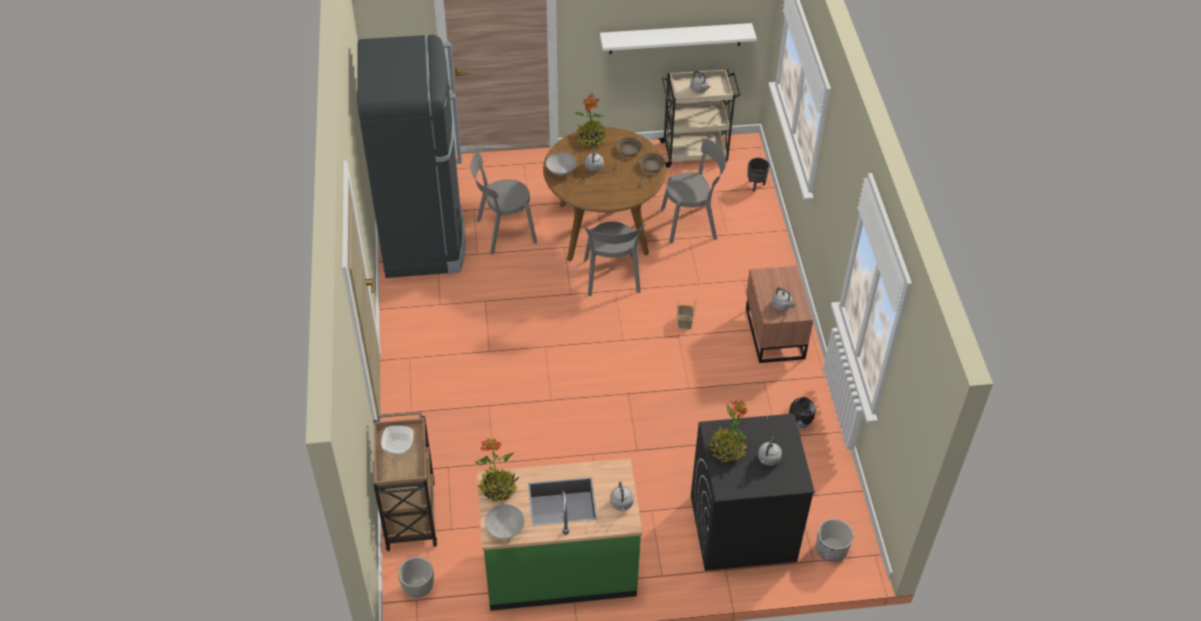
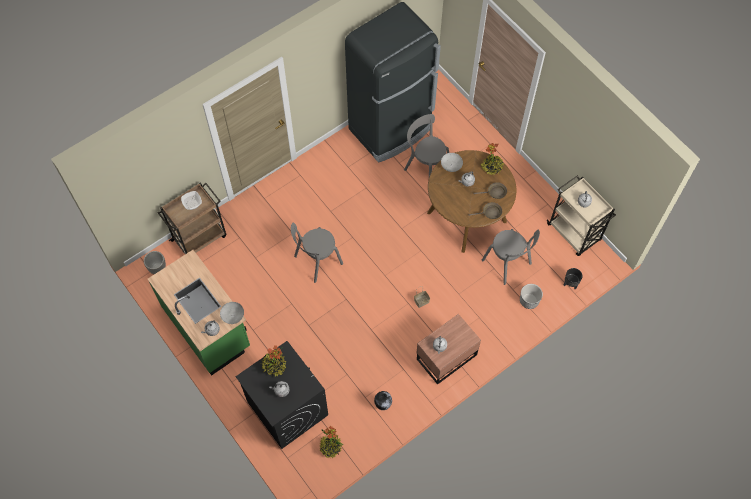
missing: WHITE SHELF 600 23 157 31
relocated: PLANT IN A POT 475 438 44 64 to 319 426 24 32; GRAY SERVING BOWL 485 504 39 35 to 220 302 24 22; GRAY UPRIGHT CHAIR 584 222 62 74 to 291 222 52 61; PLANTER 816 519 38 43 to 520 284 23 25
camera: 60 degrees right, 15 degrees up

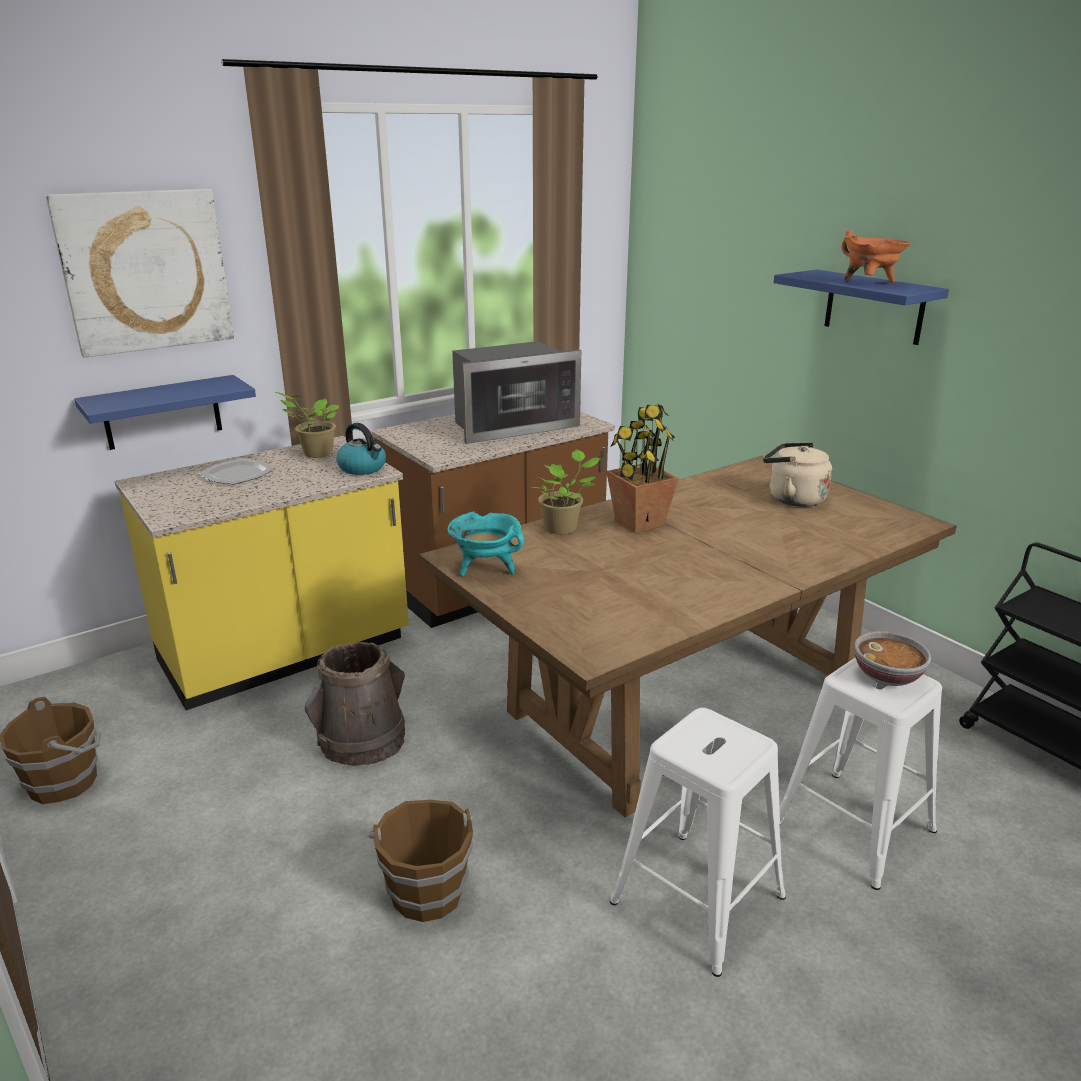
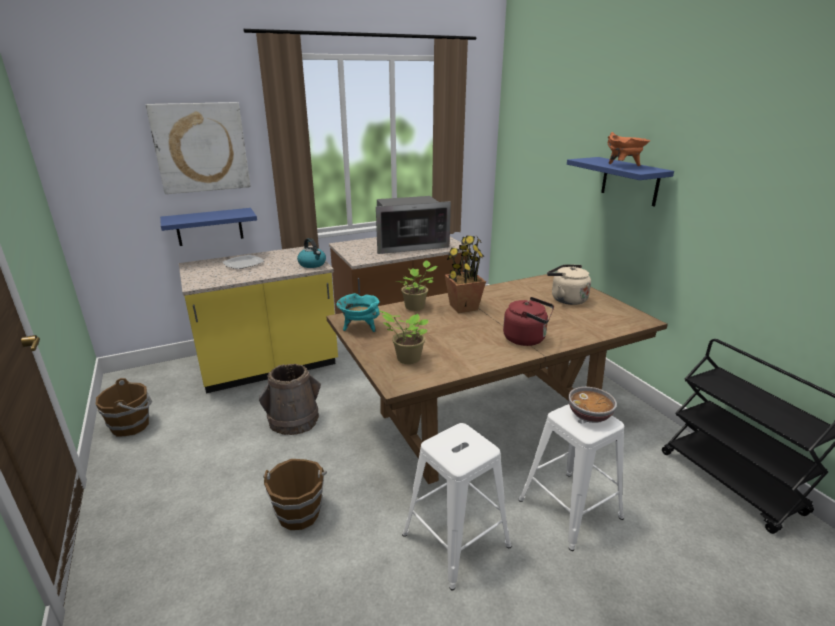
appeared: RED-COLOURED KETTLE 503 297 51 49
relocated: PLANT IN A POT 275 392 64 66 to 379 310 49 54
camera: 10 degrees right, 0 degrees up

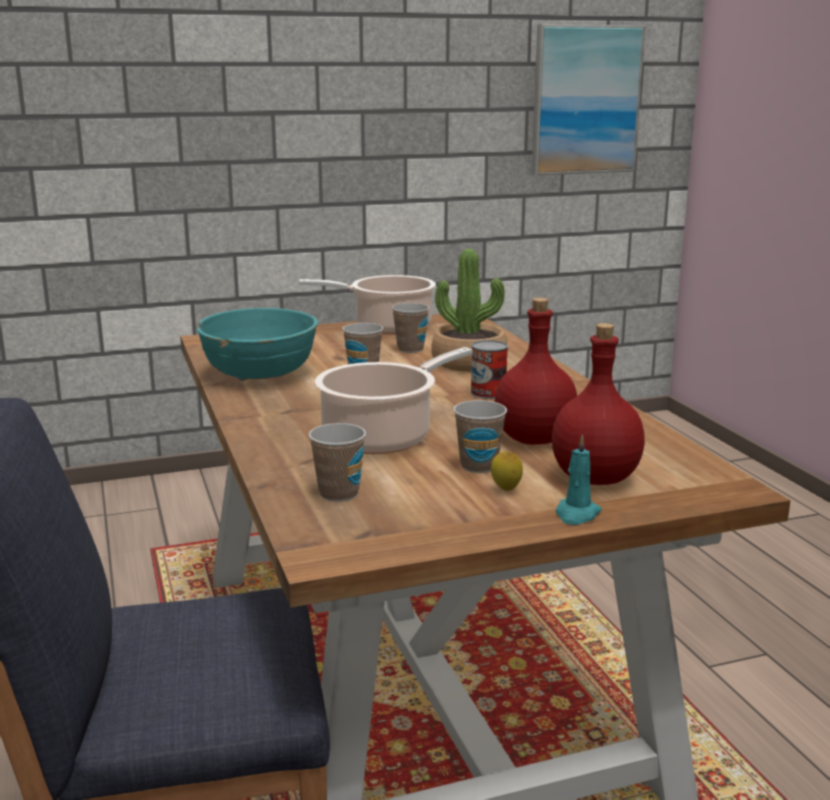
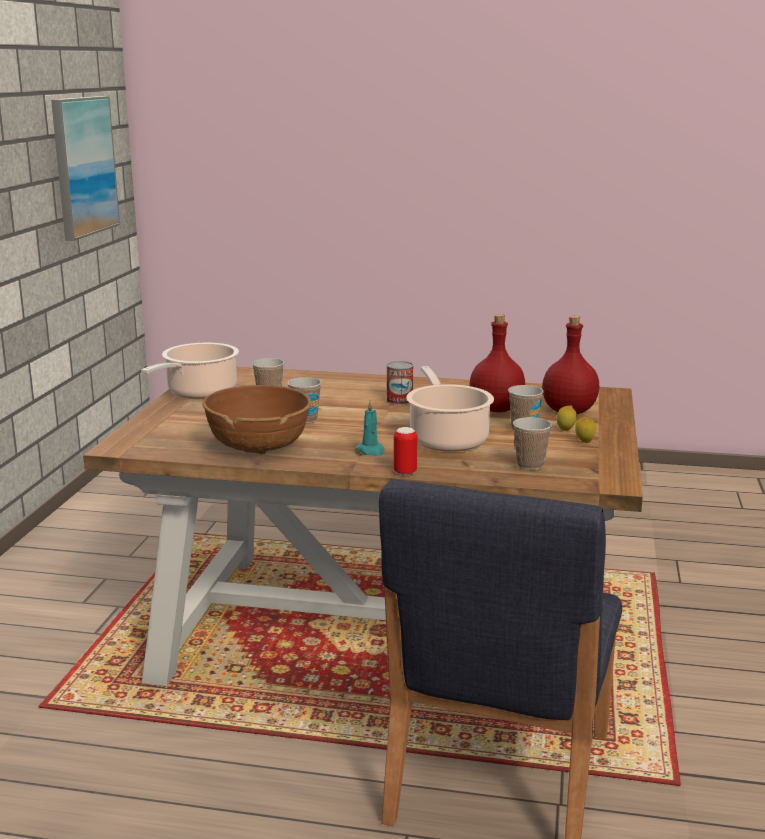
missing: PLANT IN A POT 431 249 77 123
appeared: METAL CAN 394 427 23 48; LEMON 575 417 21 26
relocated: BLUE-GREEN CANDLE 556 434 46 91 to 355 400 29 56
colour: BLUE-GREEN SERVING BOWL 197 308 121 73 to BROWNISH SERVING BOWL 202 385 109 69
camera: 60 degrees left, 0 degrees up

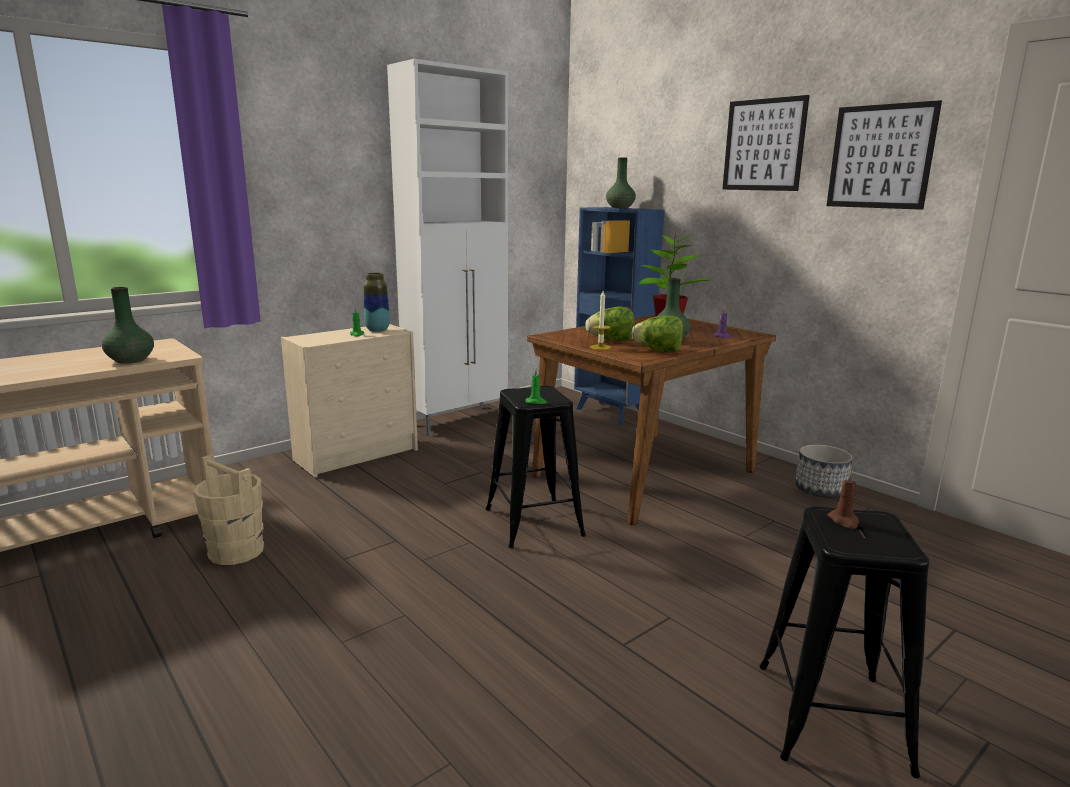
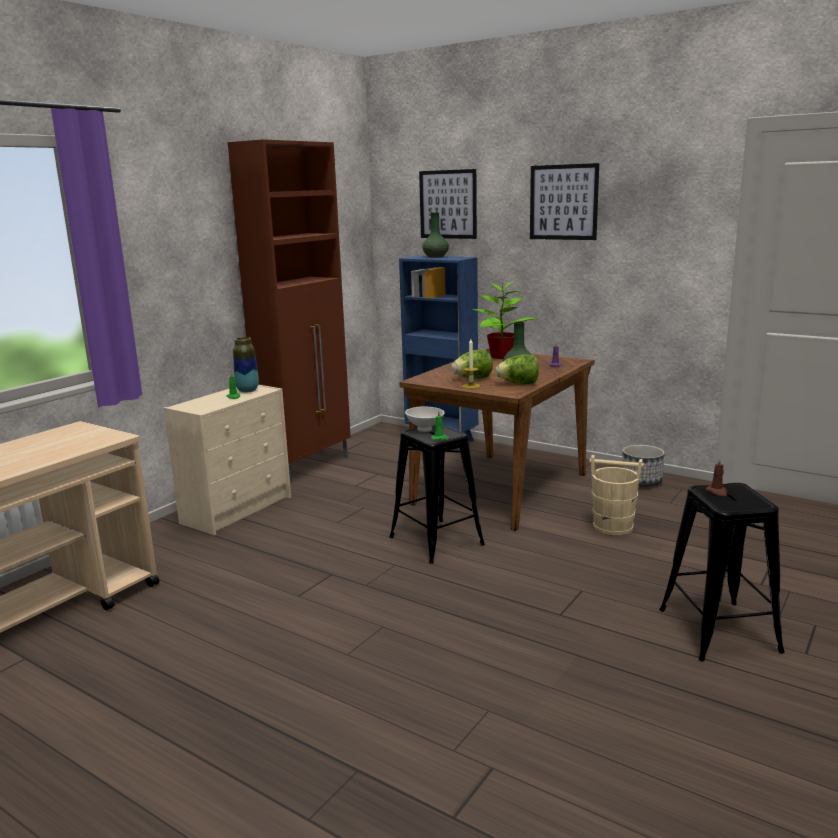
missing: GREEN-COLOURED DECORATIVE VASE 102 287 52 77
appeared: WHITE SERVING BOWL 405 407 40 25
relocated: SAND-COLOURED PAIL 193 454 71 111 to 589 455 55 80; WALL PICTURE 826 100 116 110 to 419 169 58 70
colour: WHITE STORAGE CABINET 387 59 121 376 to BROWNISH STORAGE CABINET 228 139 123 344
camera: 15 degrees left, 0 degrees up

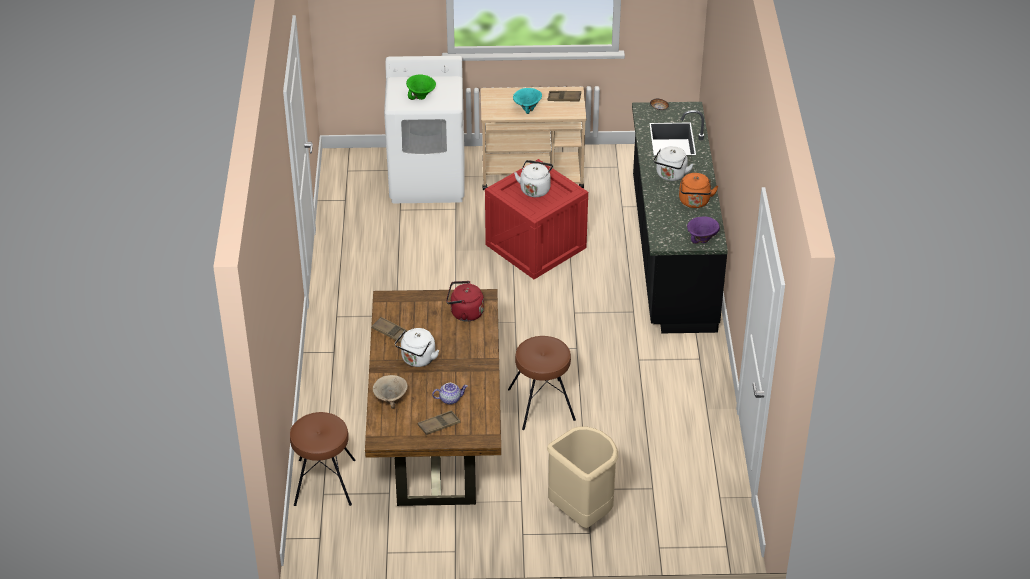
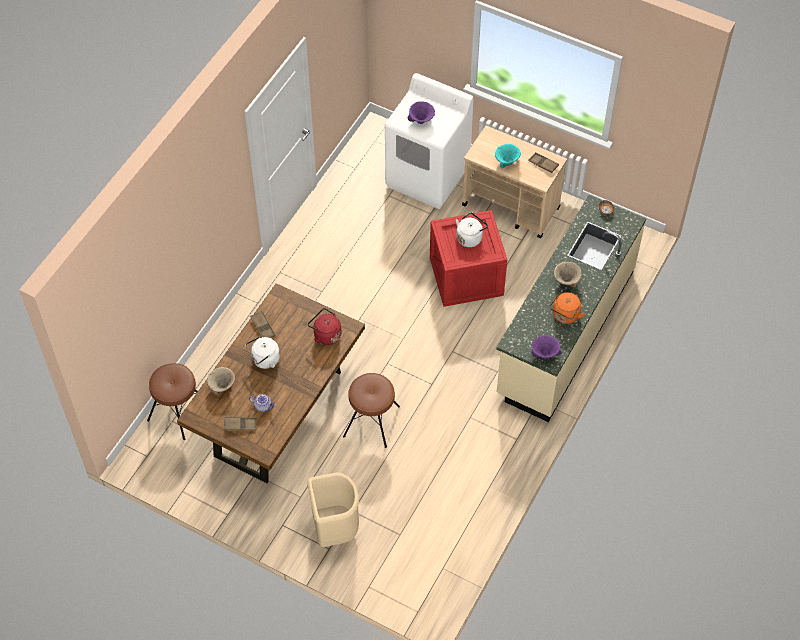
exchanged: WHITE KETTLE 653 146 40 35 to SAND-COLOURED SERVING BOWL 554 262 28 26
colour: GREEN-COLOURED SERVING BOWL 406 74 30 26 to PURPLE-COLOURED SERVING BOWL 408 101 27 23; BLACKISH KITCHEN BASE UNIT 632 102 96 231 to SAND-COLOURED KITCHEN BASE UNIT 496 195 150 227
camera: 30 degrees right, 15 degrees up

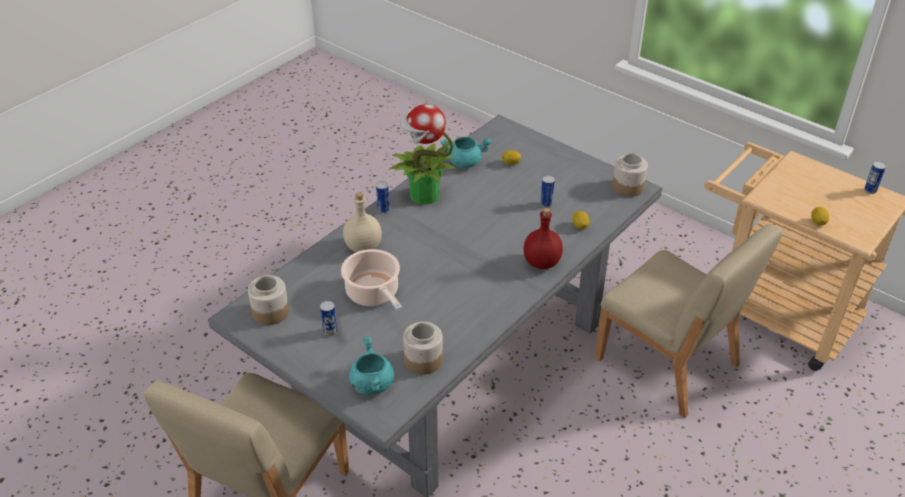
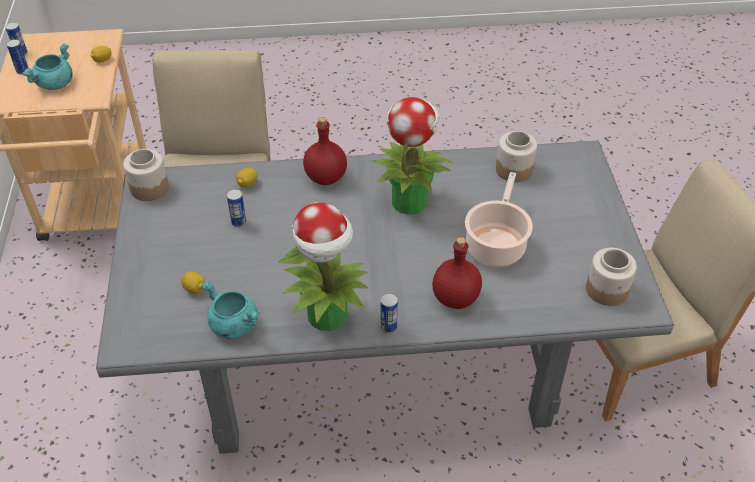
appeared: PLANT IN A POT 372 97 80 118
relocated: METAL CAN 320 301 17 35 to 6 39 23 36; BLUE-GREEN COOKING POT 349 337 45 58 to 22 43 51 47
colour: SAND-COLOURED DRINK BOTTLE 343 192 39 60 to RED-COLOURED DRINK BOTTLE 432 237 50 72
camera: 135 degrees left, 5 degrees up

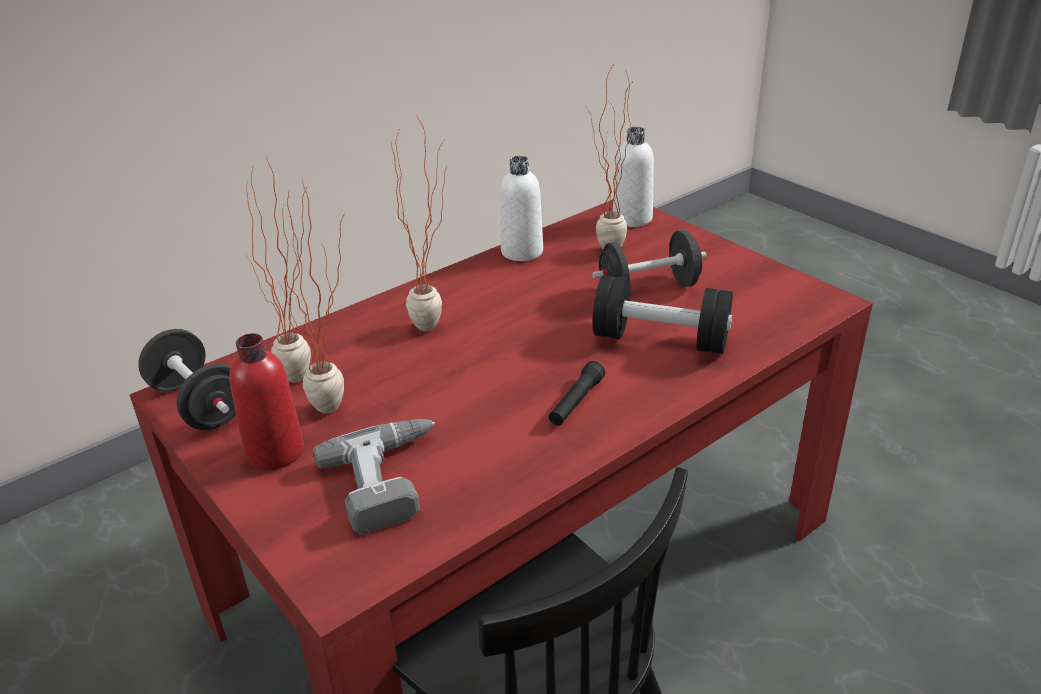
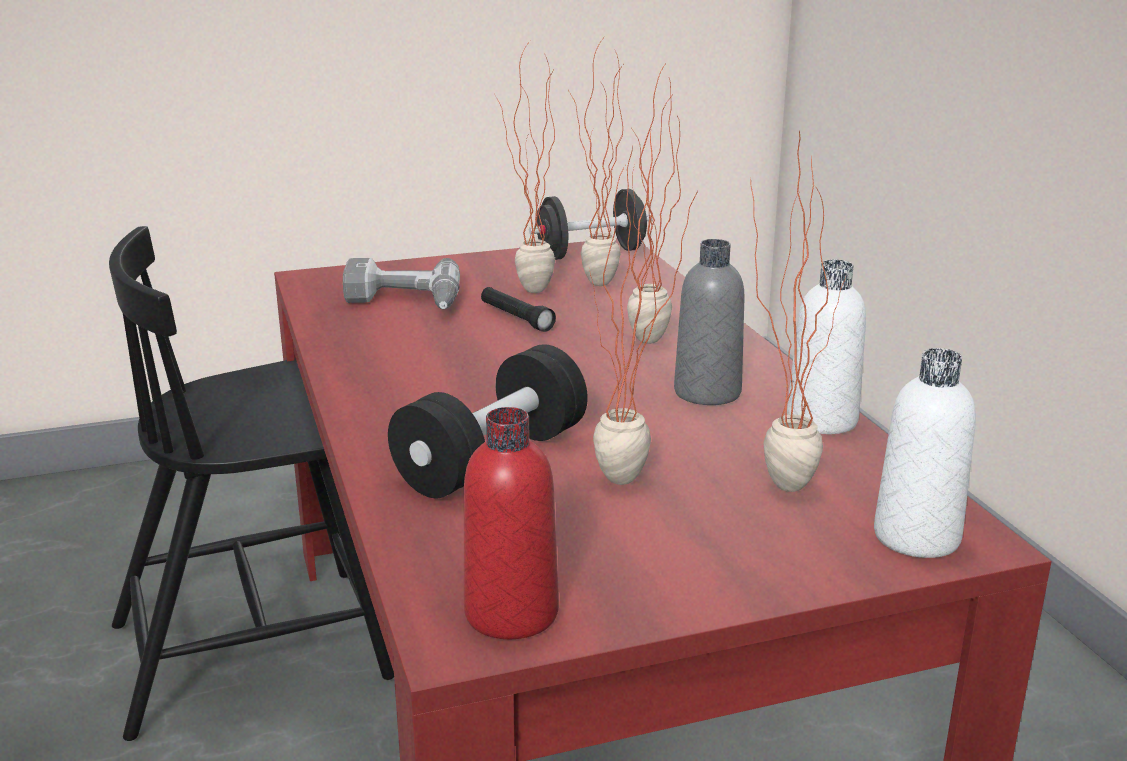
appeared: GRAY DRINK BOTTLE 674 239 71 166
relocated: RED-COLOURED DRINK BOTTLE 229 333 75 137 to 464 407 95 232; BLACKISH FLASHLIGHT 549 361 56 65 to 481 287 75 45
exchanged: BLACKISH DUMBBELL 592 230 115 57 to PLANT IN A POT 590 132 108 353
camera: 110 degrees right, 10 degrees down

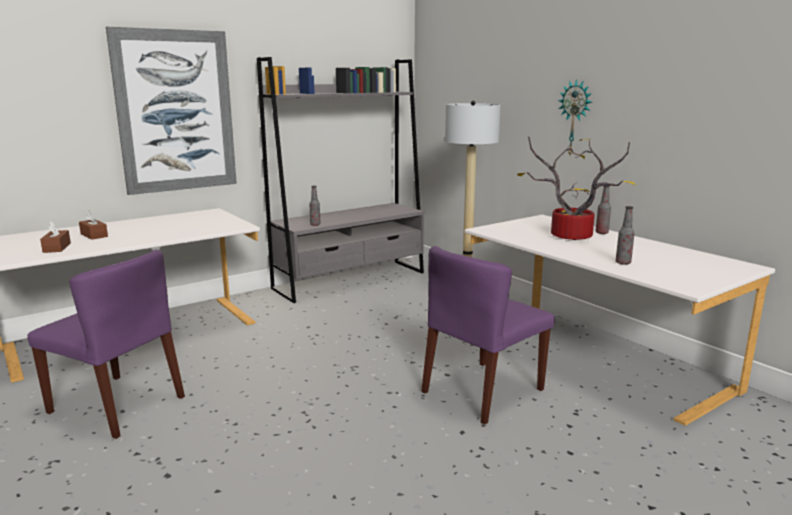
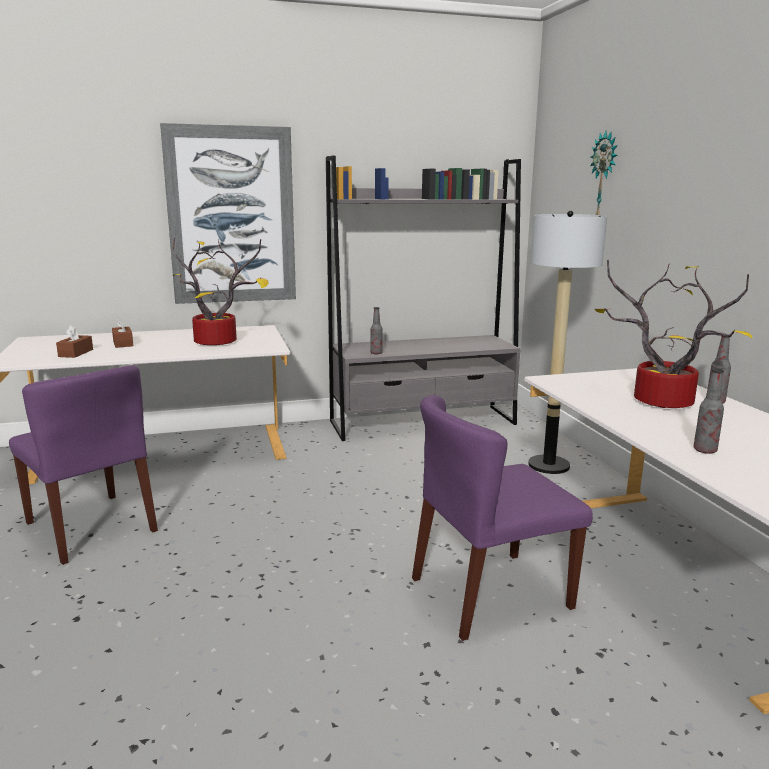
appeared: PLANT IN A POT 172 238 97 107
relocated: WALL CLOCK 558 79 34 77 to 590 131 28 84
camera: 20 degrees right, 0 degrees up

